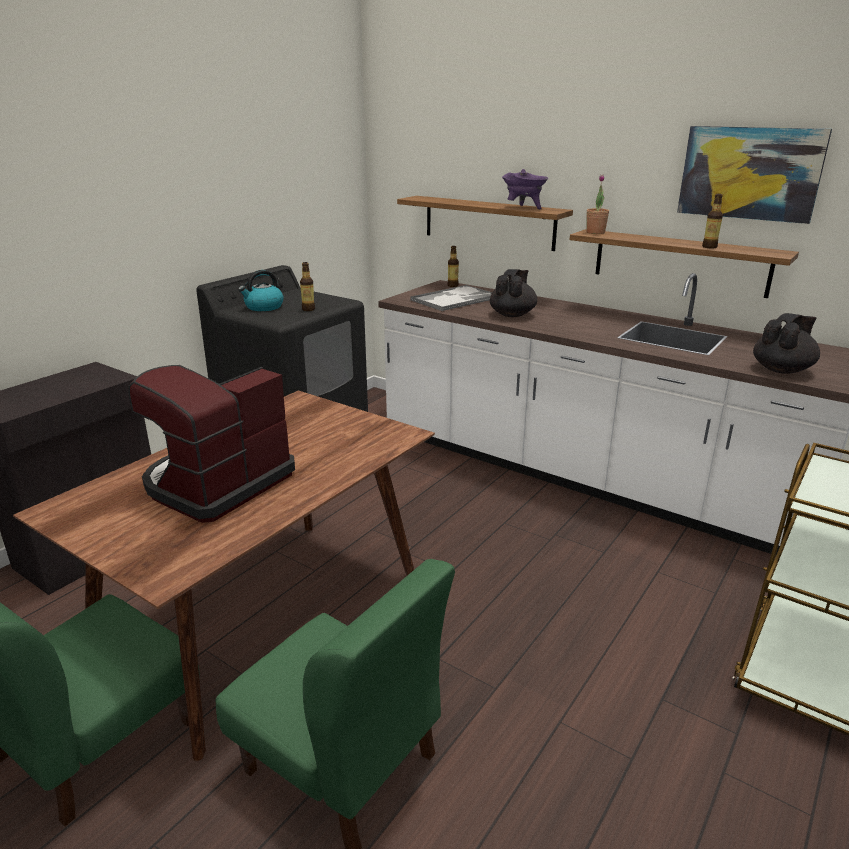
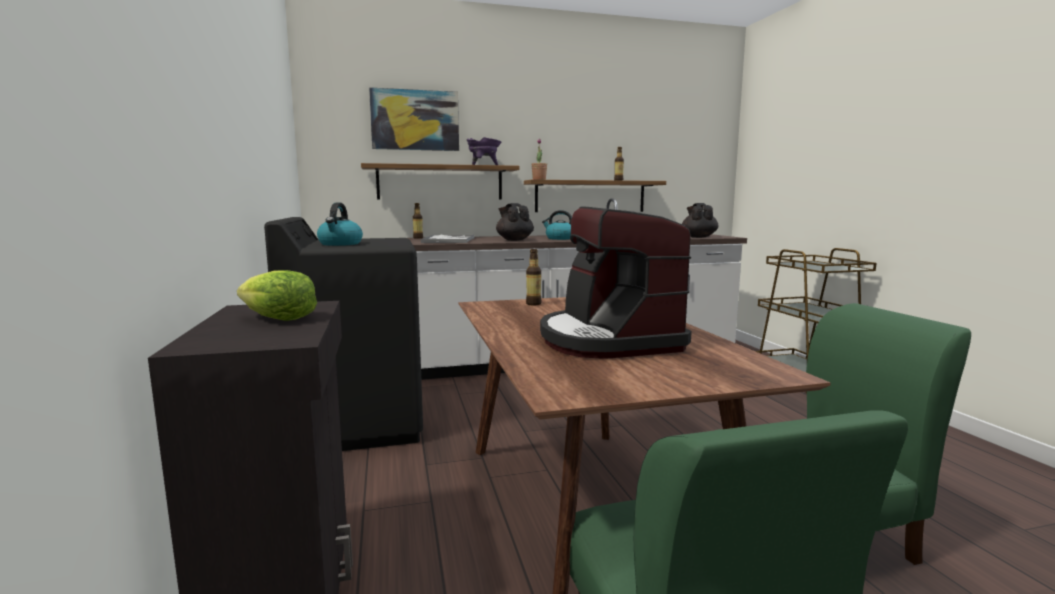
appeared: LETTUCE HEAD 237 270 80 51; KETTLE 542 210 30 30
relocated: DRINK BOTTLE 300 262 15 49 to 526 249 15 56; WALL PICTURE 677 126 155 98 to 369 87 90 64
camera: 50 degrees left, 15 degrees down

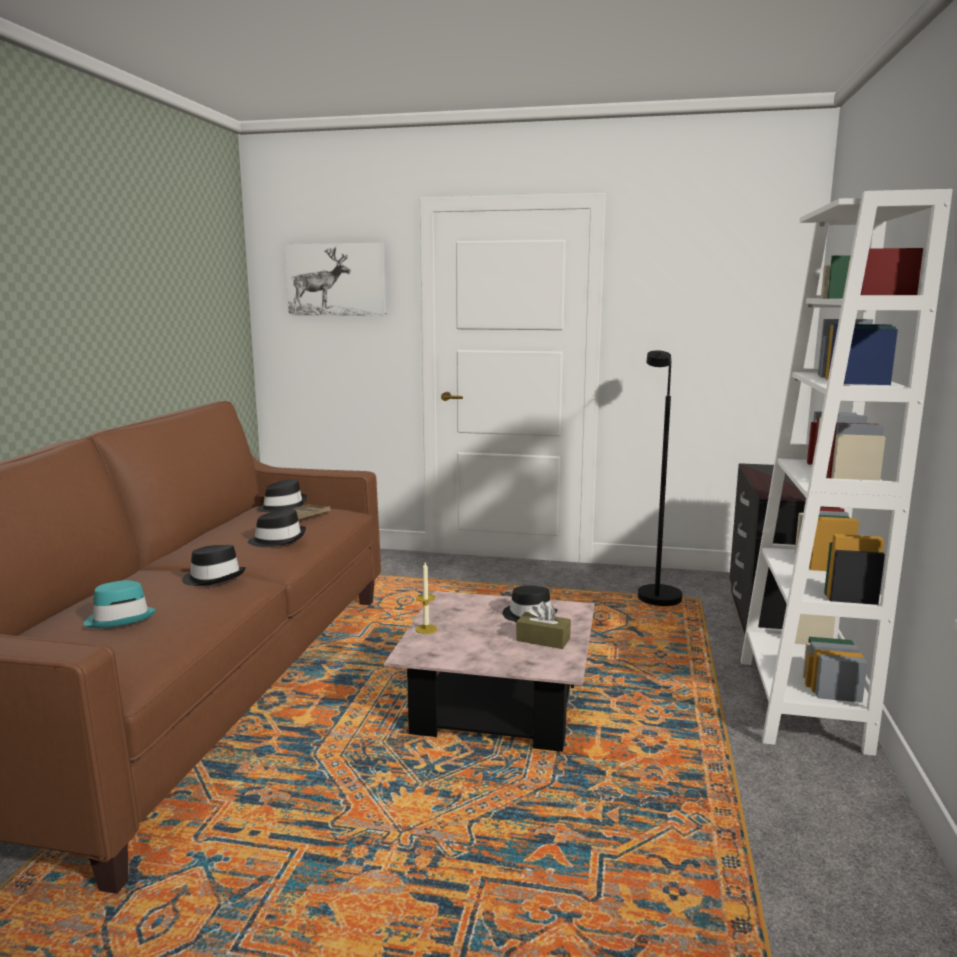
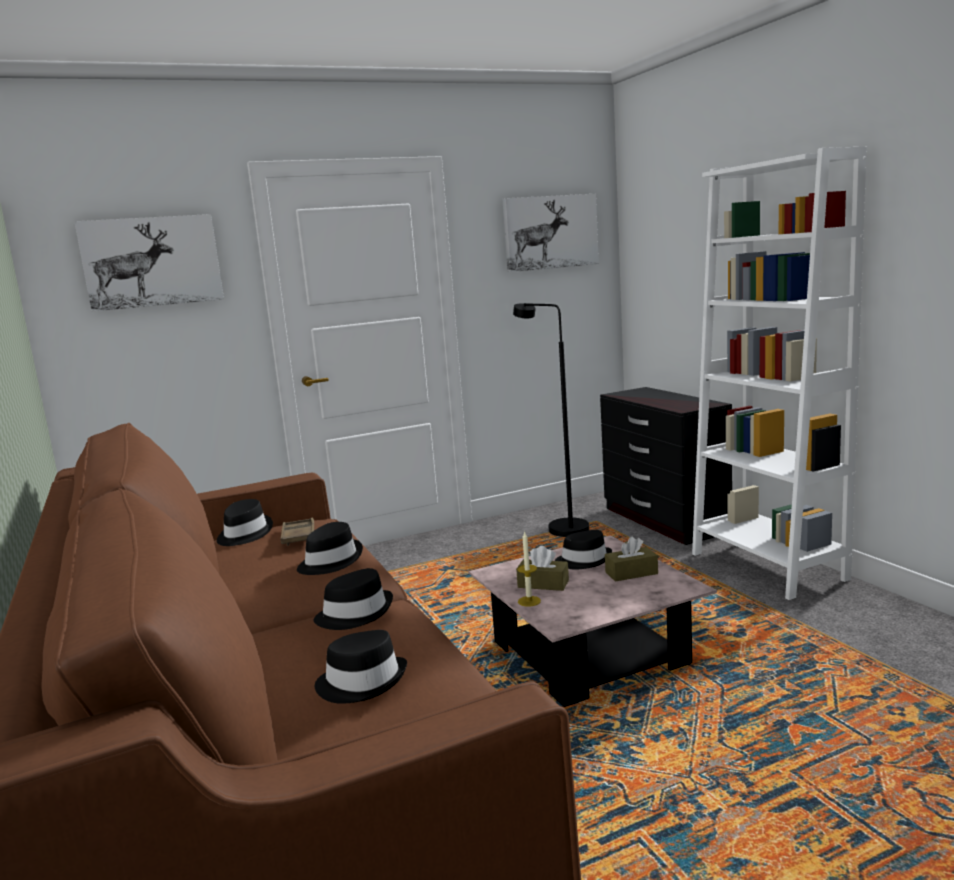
appeared: WALL PICTURE 502 194 97 78; BROWNISH TISSUE BOX 516 546 53 45
colour: BLUE-GREEN WEARABLE HAT 84 580 72 48 to BLACKISH WEARABLE HAT 315 630 92 74
camera: 35 degrees left, 0 degrees up

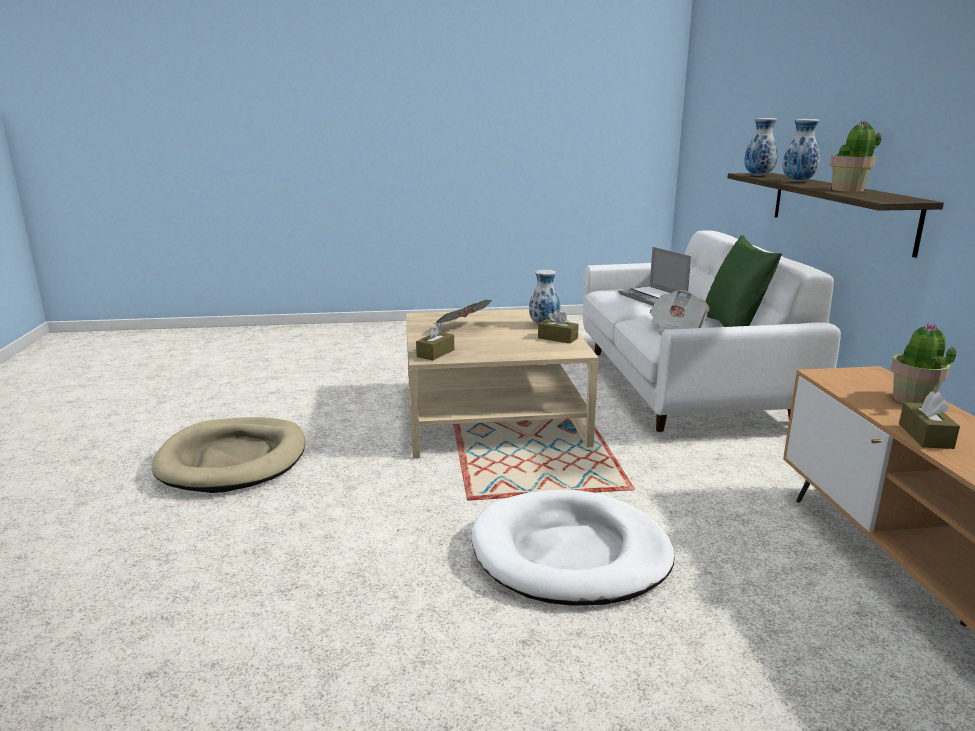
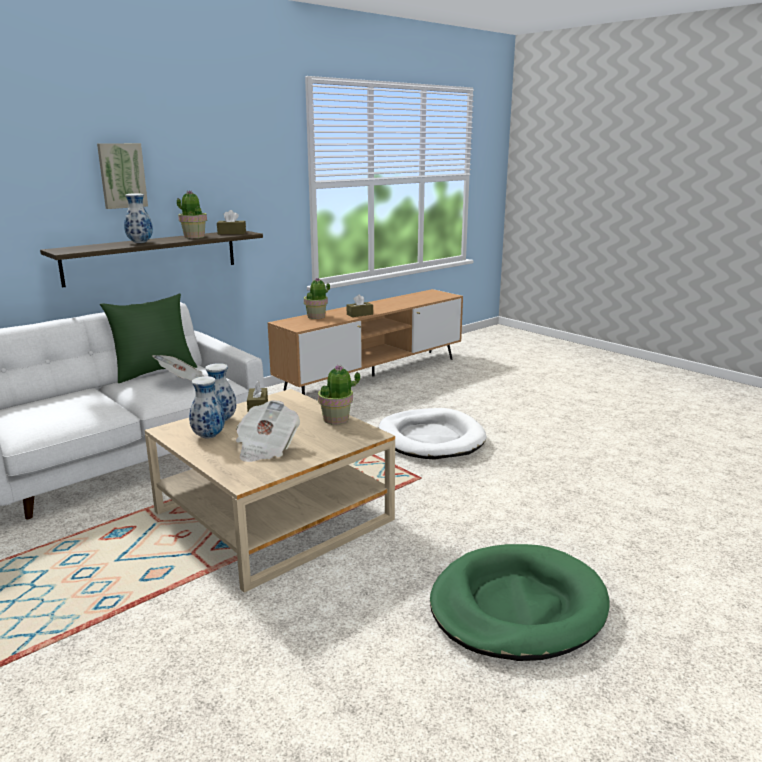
missing: PORTABLE COMPUTER 618 247 73 59
appeared: WALL PICTURE 97 143 51 66; PLANT IN A POT 318 365 42 60
relocated: BROWNISH TISSUE BOX 416 322 38 38 to 217 210 29 24; DECORATIVE VASE 744 118 34 58 to 189 376 36 62
colour: SAND-COLOURED PET BED 152 417 153 76 to GREEN-COLOURED PET BED 430 544 180 117
camera: 125 degrees left, 0 degrees up

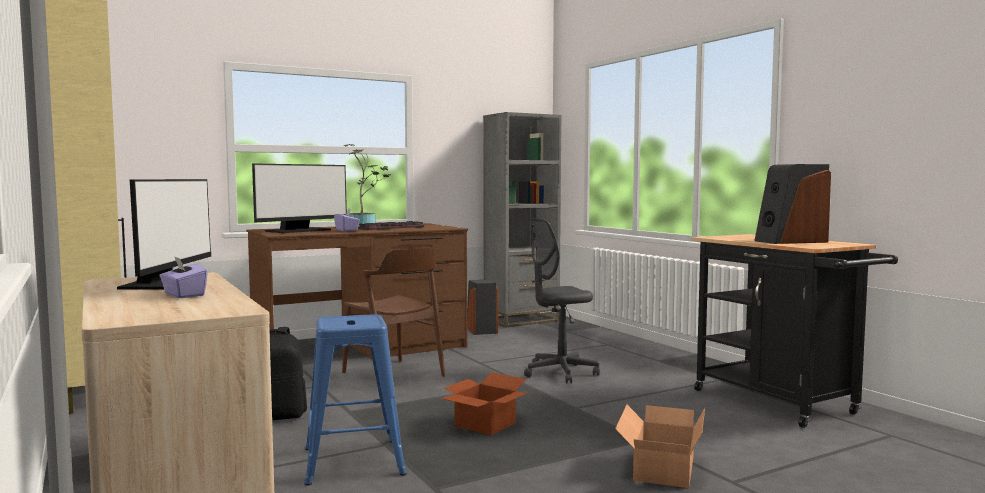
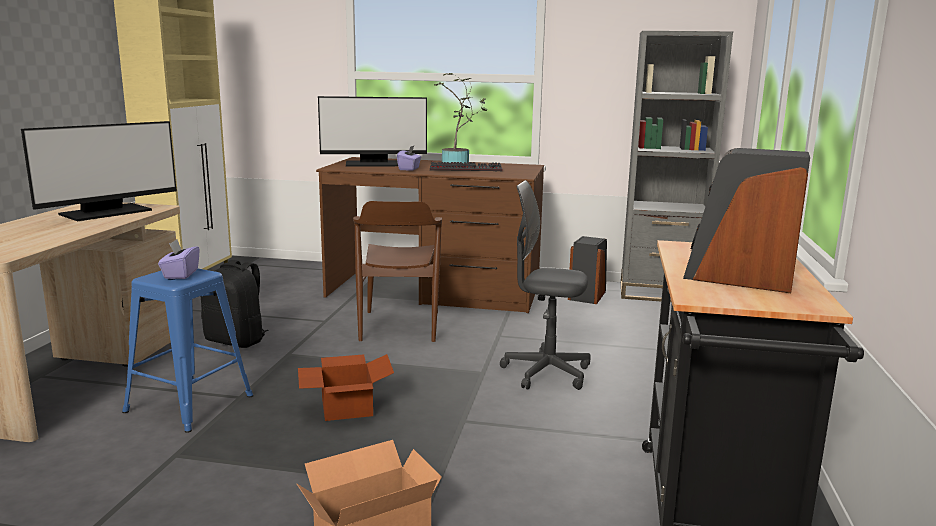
relocated: PURPLE-COLOURED TISSUE BOX 160 256 48 42 to 158 239 42 40
camera: 40 degrees right, 10 degrees up

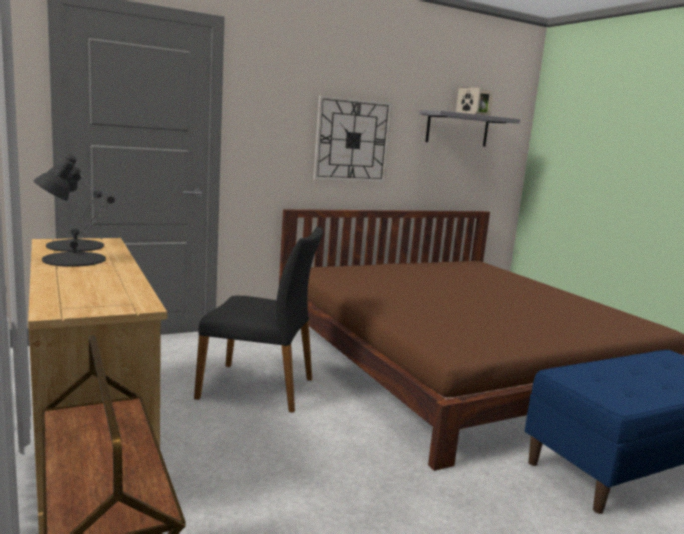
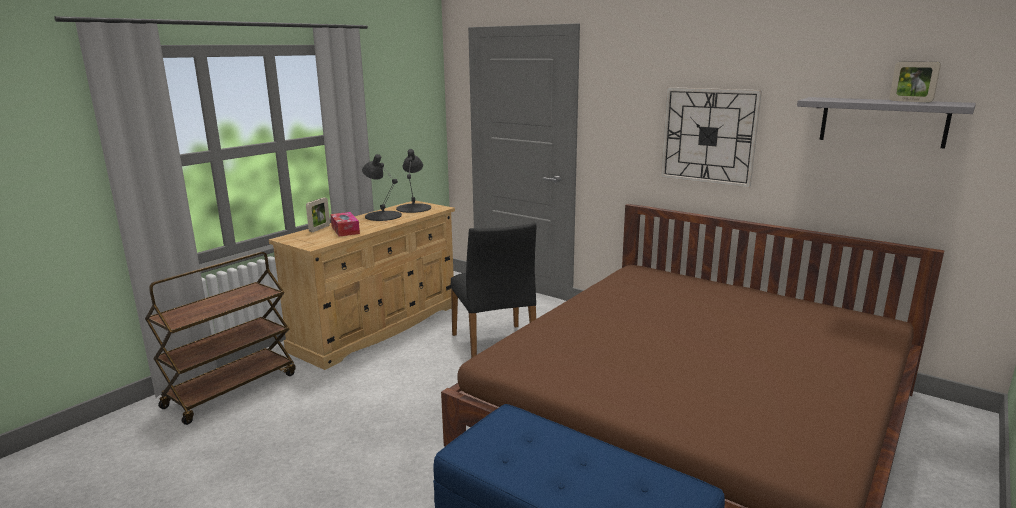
appeared: TISSUE BOX 330 212 30 25
relocated: STANDING FRAME 456 88 25 26 to 306 197 24 35
camera: 65 degrees right, 5 degrees up

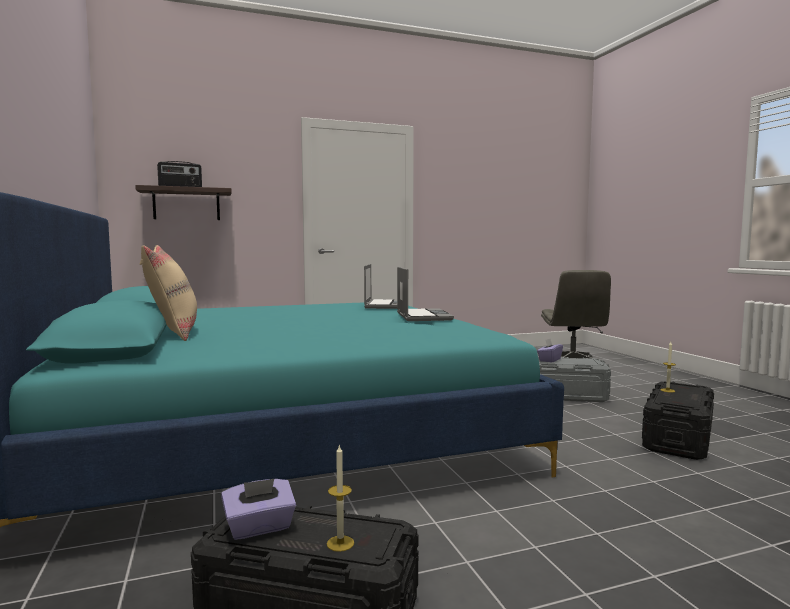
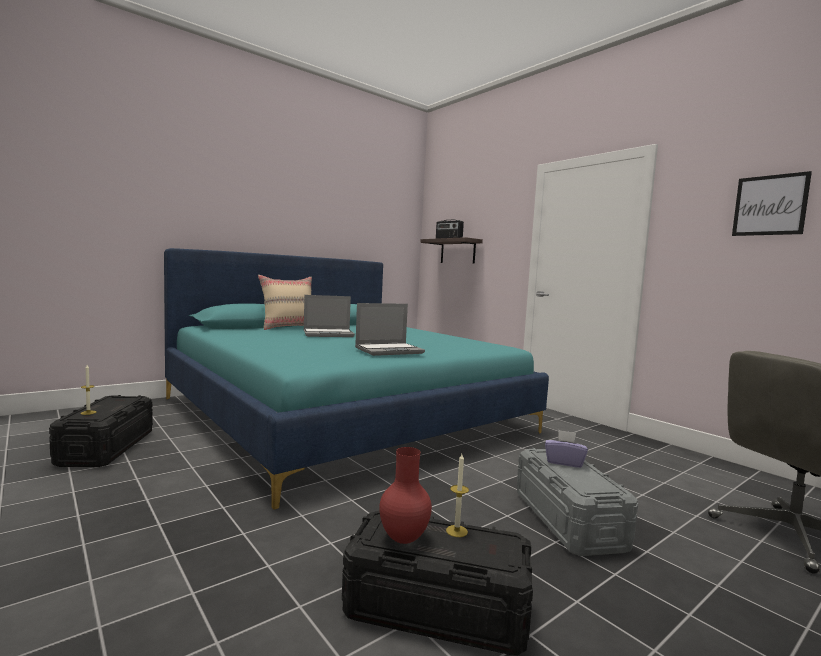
missing: PURPLE-COLOURED TISSUE BOX 221 479 75 61
appeared: RED-COLOURED DECORATIVE VASE 379 447 53 97; WALL PICTURE 732 171 80 65
relocated: PORTABLE COMPUTER 364 264 33 45 to 304 295 51 42
camera: 70 degrees right, 0 degrees up

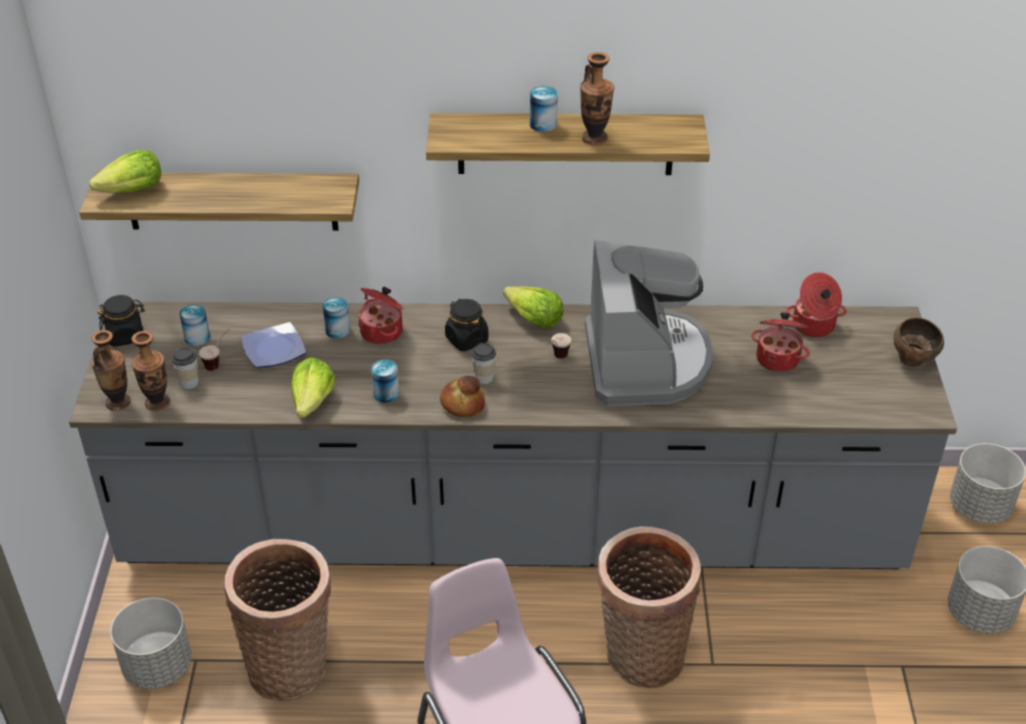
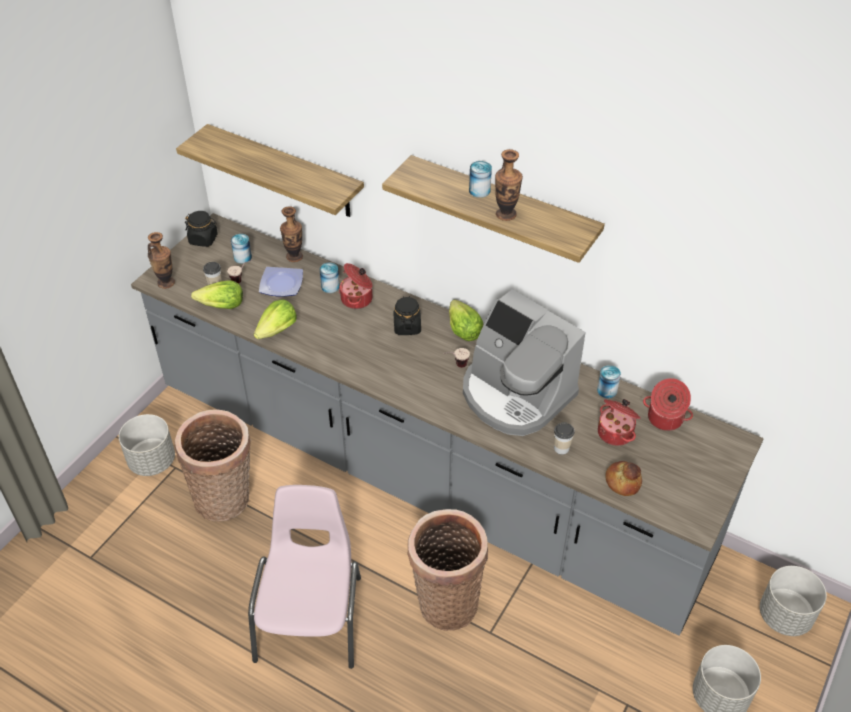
missing: BROWNISH SERVING BOWL 893 318 51 49
relocated: LETTUCE HEAD 89 150 72 43 to 191 280 52 29; DECORATIVE VASE 131 331 39 80 to 280 206 23 56; METAL CAN 371 360 28 43 to 597 365 24 34; BAKED BREAD 440 376 45 41 to 605 461 37 35; CUP 472 343 24 41 to 554 422 20 33
spun: COFFEE MAKER 585 240 128 167 = 463 289 122 147 105 degrees clockwise
camera: 30 degrees right, 5 degrees up

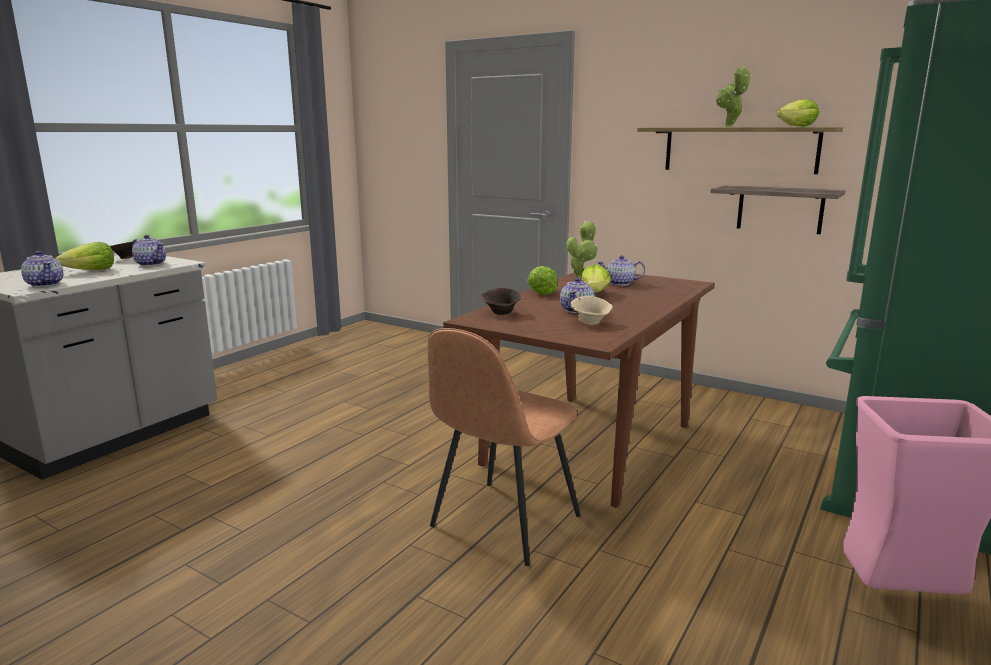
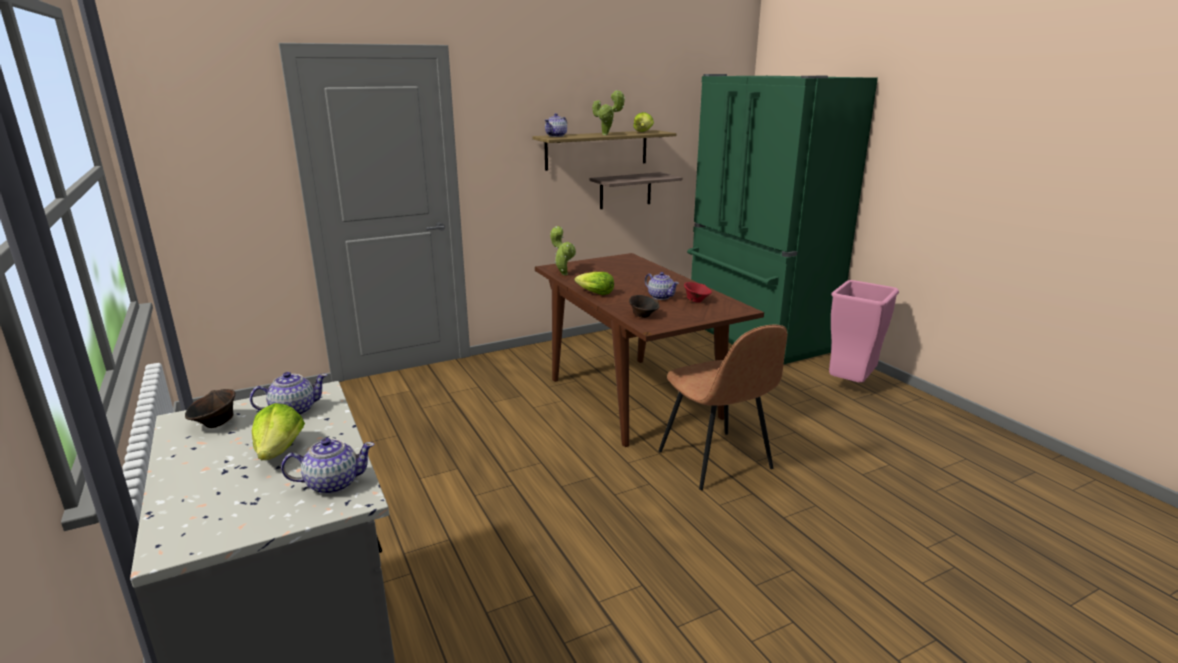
missing: LETTUCE HEAD 581 264 30 29
relocated: POT FOR TEA 597 255 48 31 to 545 113 22 24
colour: SAND-COLOURED SERVING BOWL 571 296 42 29 to RED-COLOURED SERVING BOWL 684 282 28 21
camera: 60 degrees left, 5 degrees up

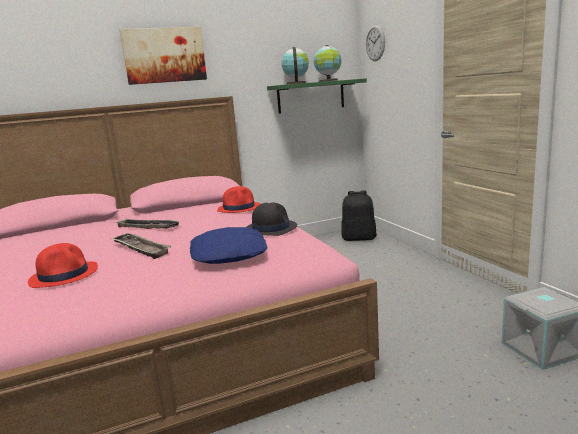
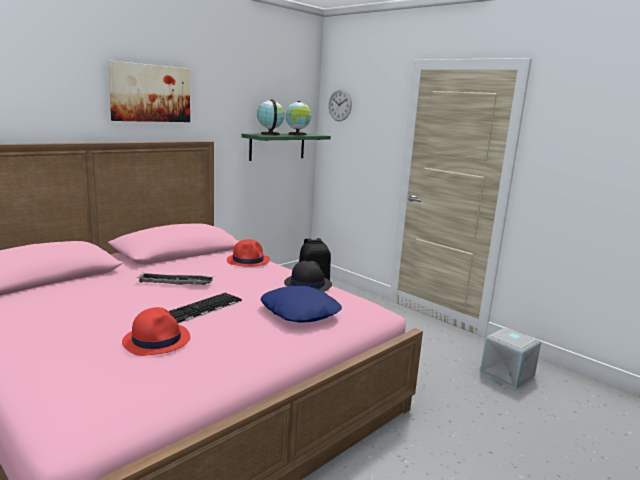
exchanged: SERVING TRAY 110 232 61 27 to PC KEYBOARD 168 293 74 31
camera: 25 degrees left, 0 degrees up

